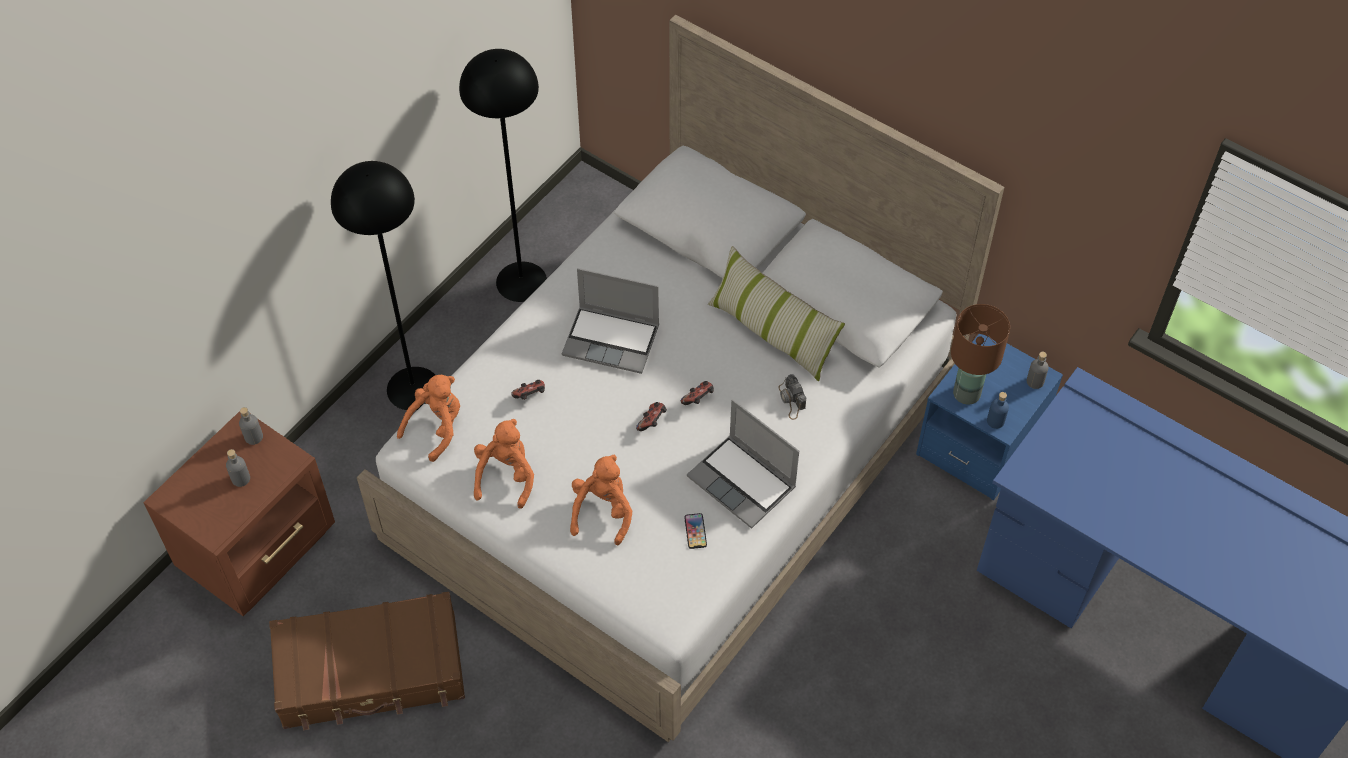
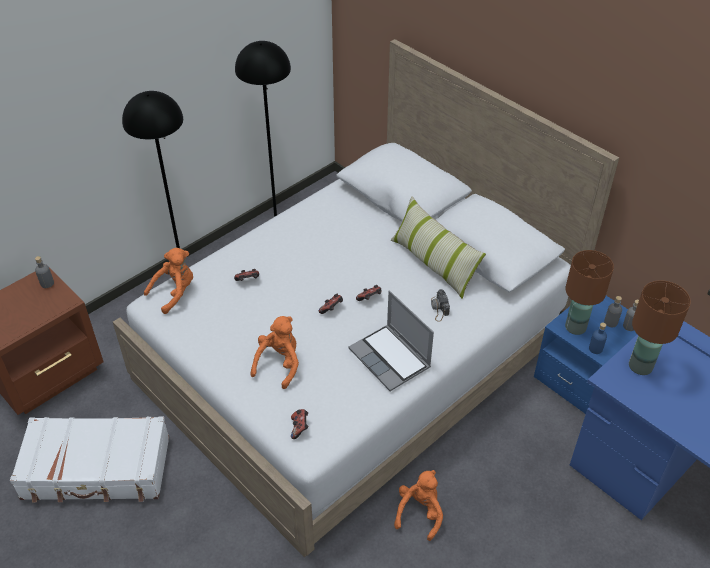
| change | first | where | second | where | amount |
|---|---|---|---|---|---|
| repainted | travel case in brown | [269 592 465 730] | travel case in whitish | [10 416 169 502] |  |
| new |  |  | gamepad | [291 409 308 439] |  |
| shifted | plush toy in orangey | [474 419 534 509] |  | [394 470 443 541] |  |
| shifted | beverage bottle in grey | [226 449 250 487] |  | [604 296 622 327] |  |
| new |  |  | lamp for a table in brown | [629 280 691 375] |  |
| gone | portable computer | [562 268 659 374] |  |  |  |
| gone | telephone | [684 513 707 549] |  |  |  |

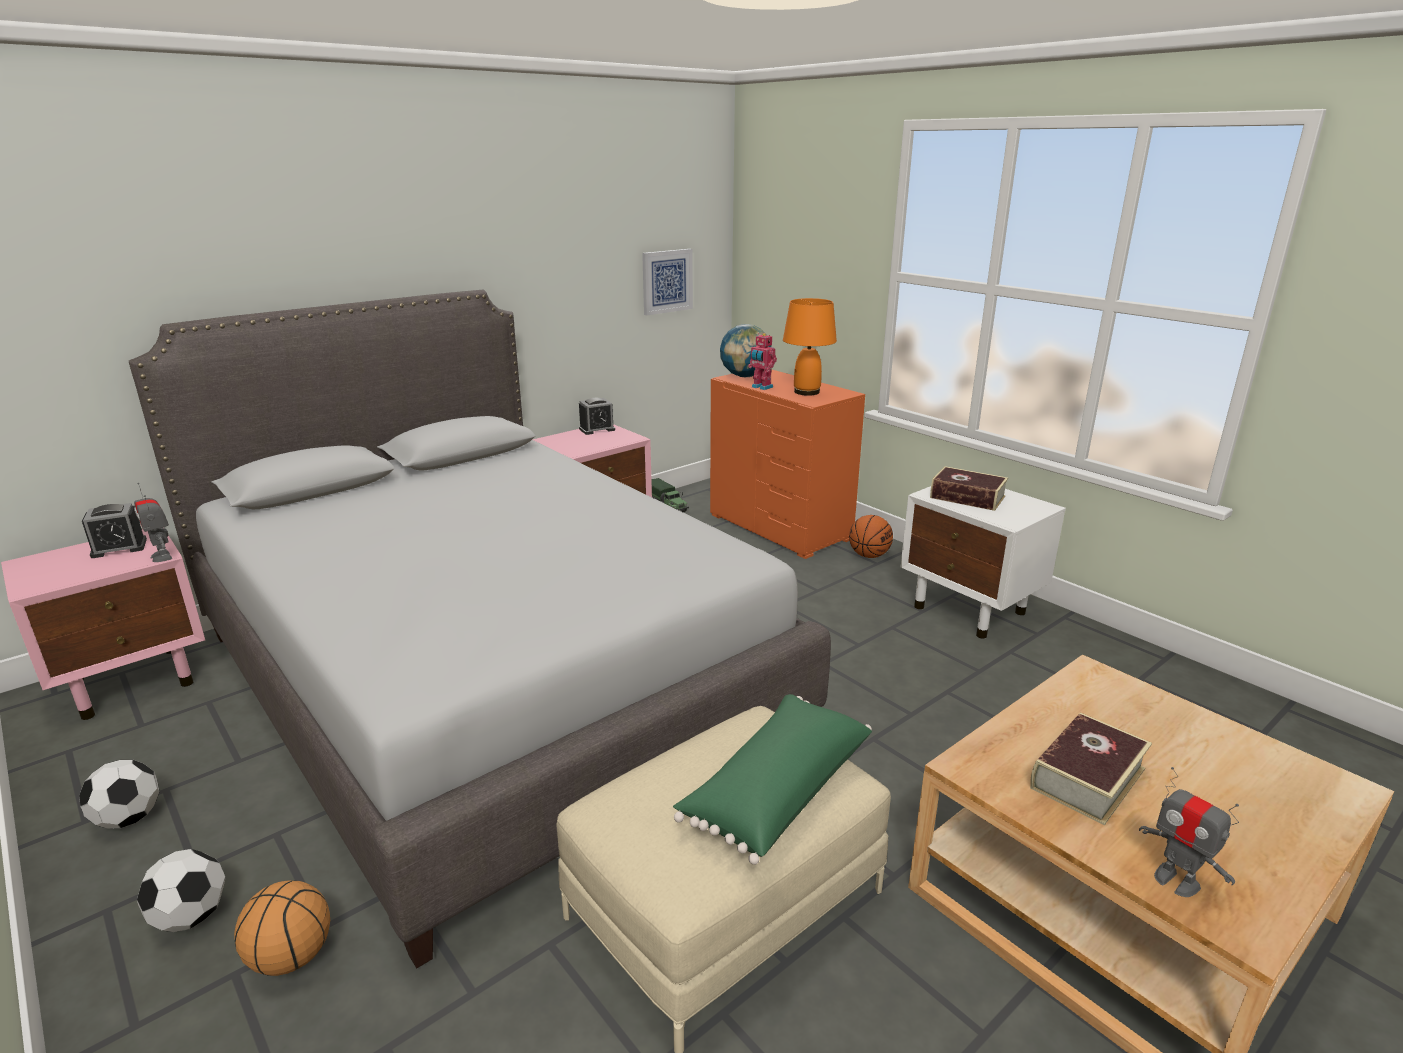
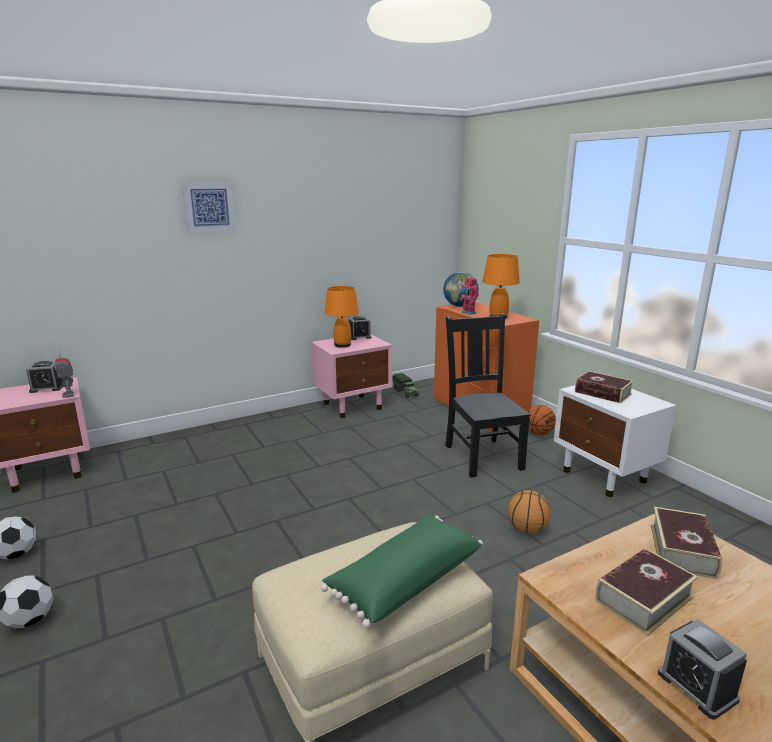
| change | first | where | second | where | amount |
|---|---|---|---|---|---|
| shifted | picture | [642 249 693 315] |  | [182 182 236 233] |  |
| new |  |  | lamp for a table in orangey | [325 286 359 348] |  |
| new |  |  | chair in blackish | [445 313 530 478] |  |
| shifted | basketball ball | [234 880 330 976] |  | [508 490 551 533] |  |
| new |  |  | book | [651 507 722 579] |  |
| swapped | model robot | [1139 767 1239 897] | table clock | [658 619 747 720] |  |
| gone | sleeping bed in grey | [129 290 831 969] |  |  |  |

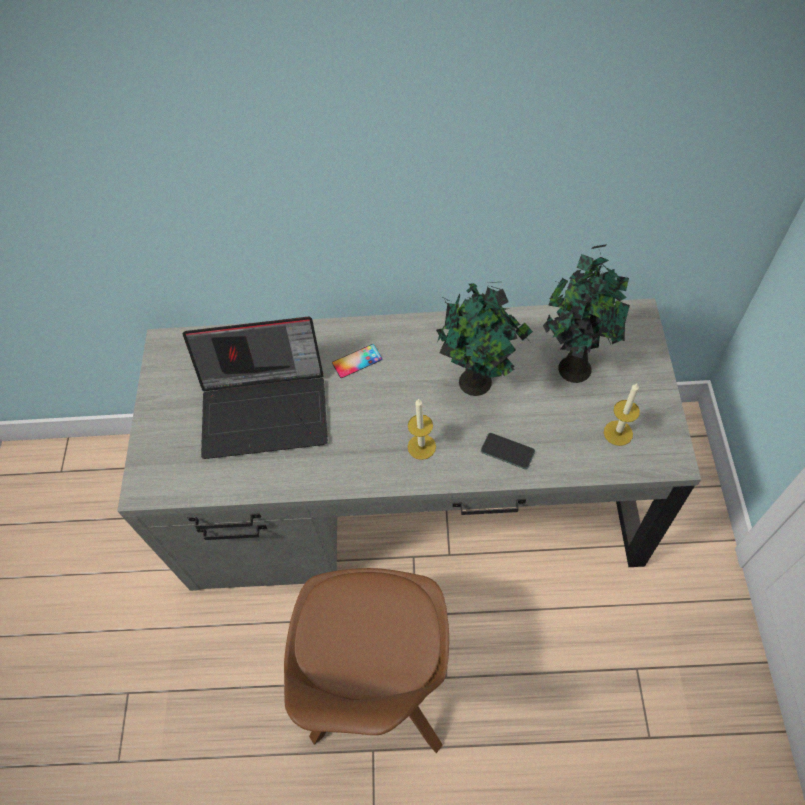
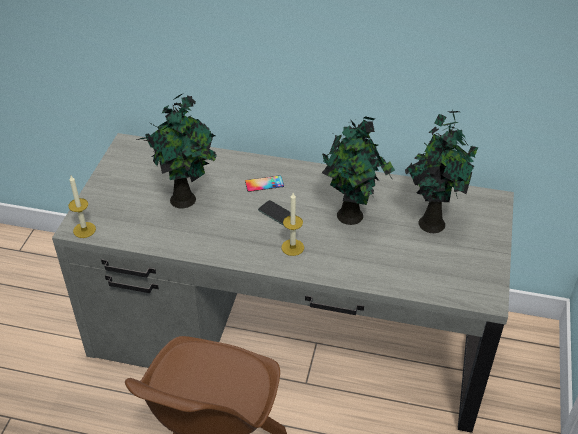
| change | first | where | second | where | amount |
|---|---|---|---|---|---|
| shifted | wax light | [604 383 640 446] |  | [68 176 96 238] |  |
| swapped | portable computer | [182 317 328 459] | houseplant | [136 94 217 208] |  |
| shifted | telephone | [481 433 535 469] |  | [258 200 297 226] |  |

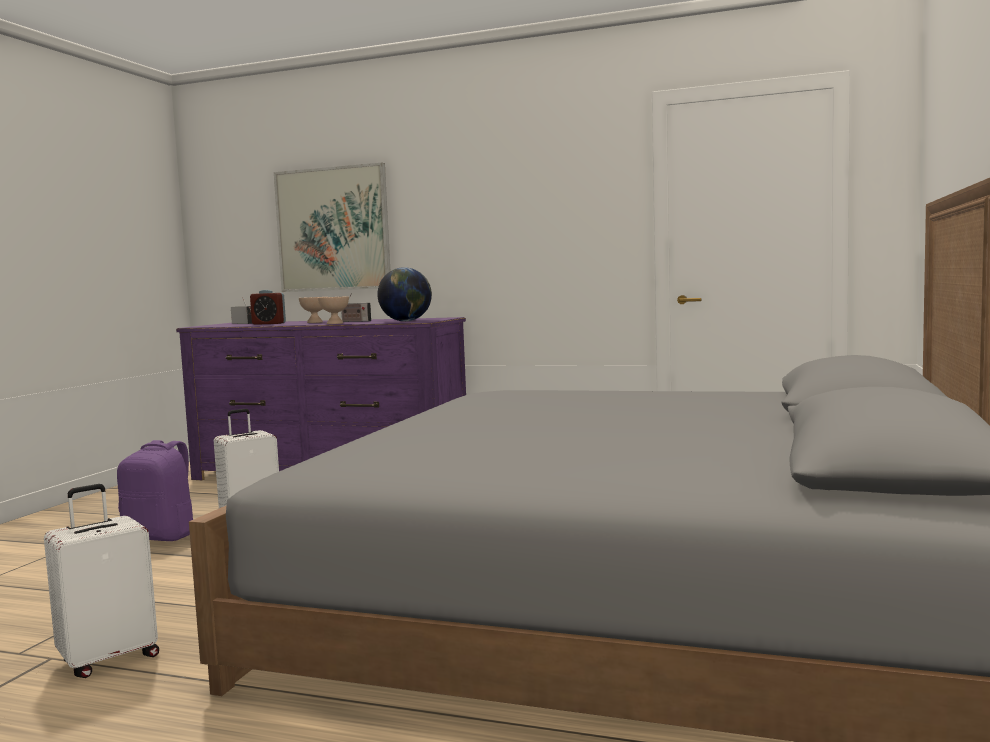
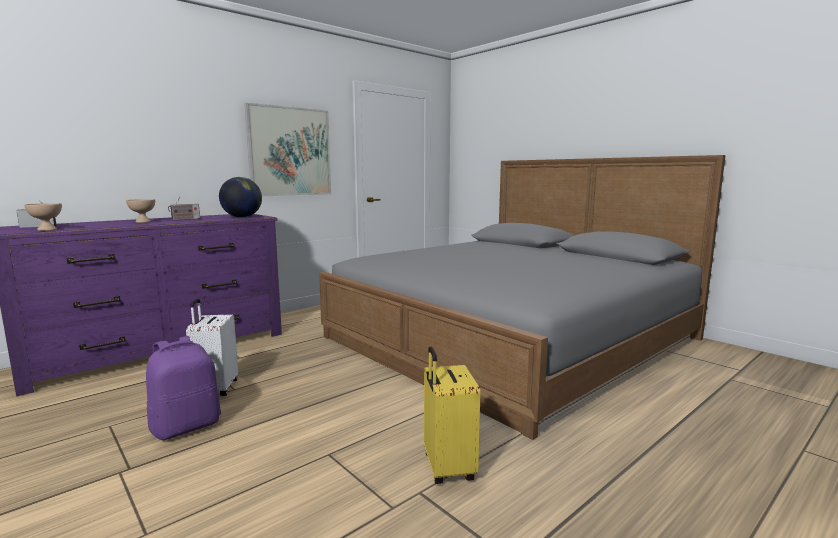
| change | first | where | second | where | amount |
|---|---|---|---|---|---|
| shifted | bowl in sand-coloured | [318 296 349 324] |  | [24 203 62 231] |  |
| shifted | picture | [274 163 390 292] |  | [245 103 331 196] |  |
| repainted | travel case in whitish | [44 484 159 678] | travel case in yellow | [424 347 481 484] |  |
| gone | table clock | [250 290 286 325] |  |  |  |

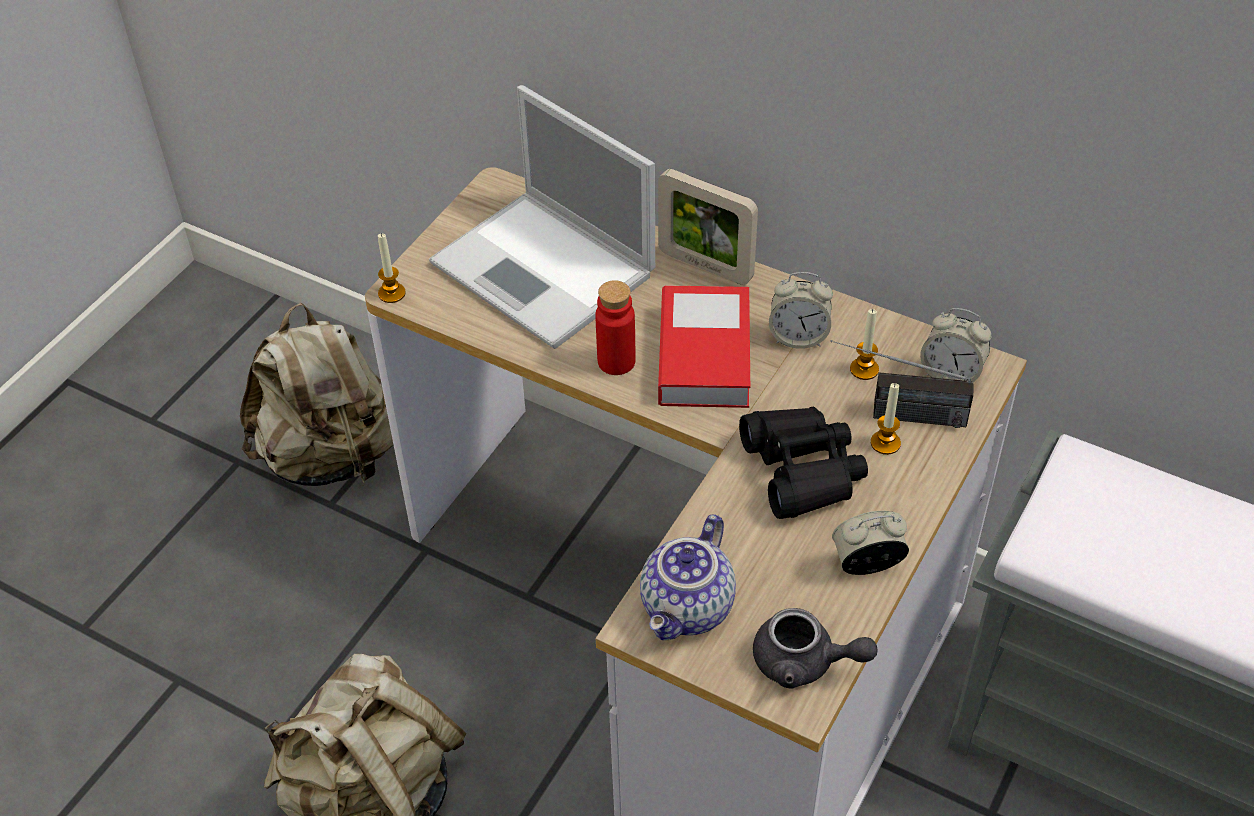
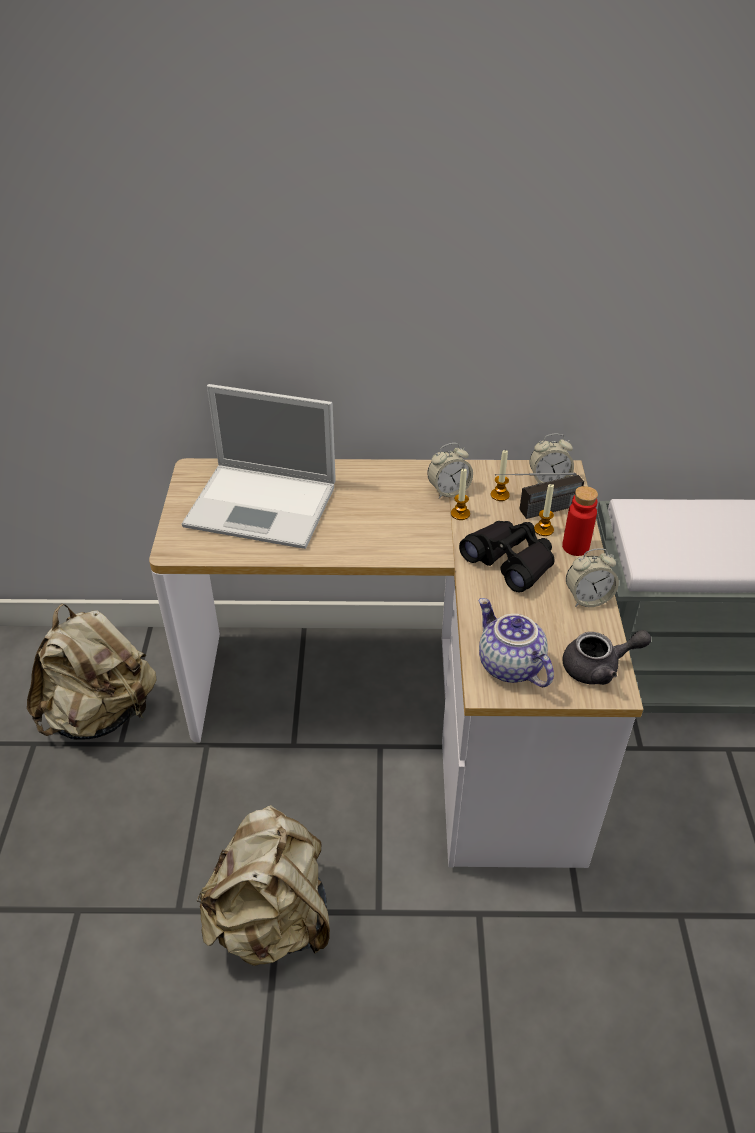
| change | first | where | second | where | amount |
|---|---|---|---|---|---|
| shifted | wax light | [378 233 406 303] |  | [451 469 470 520] |  |
| rotated | teapot | [640 514 736 640] |  | [479 598 554 687] | 150 degrees clockwise |
| shifted | beverage bottle in reddish | [595 280 636 375] |  | [562 486 598 556] |  |
| rotated | table clock | [832 511 909 575] |  | [566 548 619 607] | 150 degrees counterclockwise |
| gone | picture frame | [658 169 758 285] |  |  |  |
| gone | book | [658 285 750 408] |  |  |  |

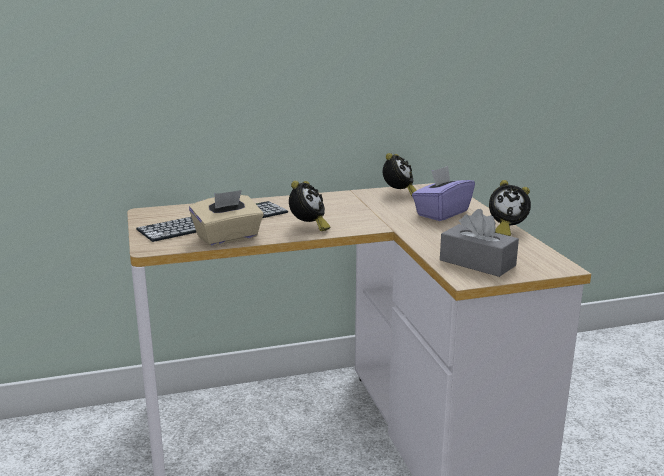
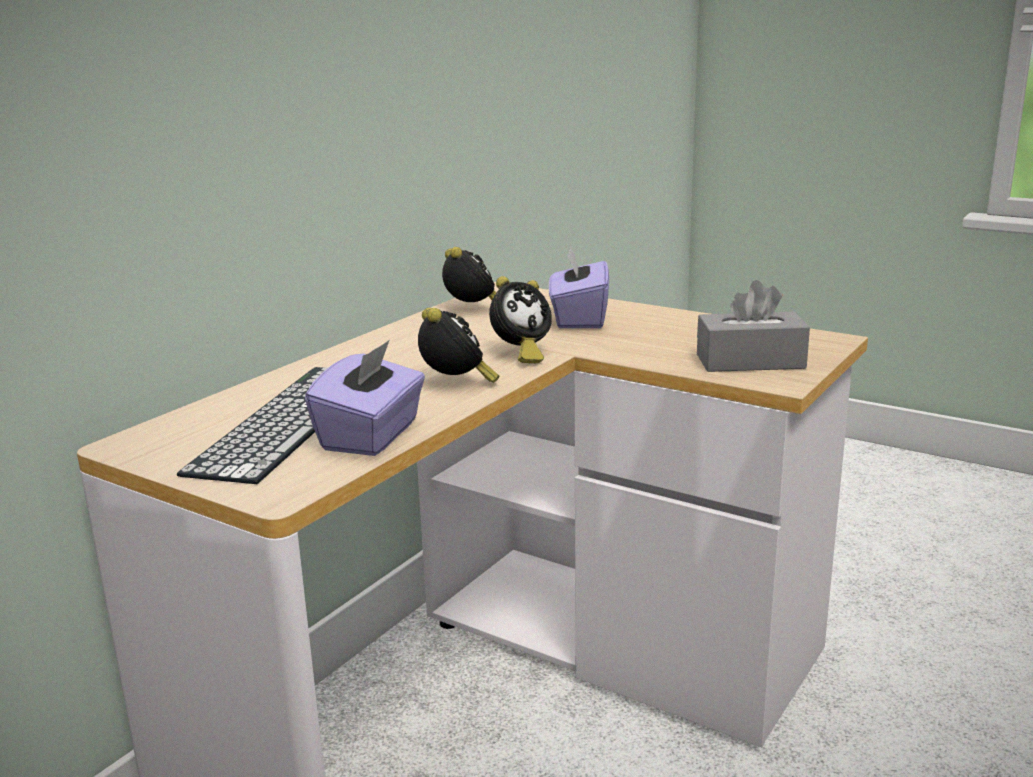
| change | first | where | second | where | amount |
|---|---|---|---|---|---|
| repainted | box of tissues in sand-coloured | [189 190 264 246] | box of tissues in purplish | [305 340 425 456] |  |
| shifted | table clock | [489 180 531 236] |  | [489 276 552 363] |  |

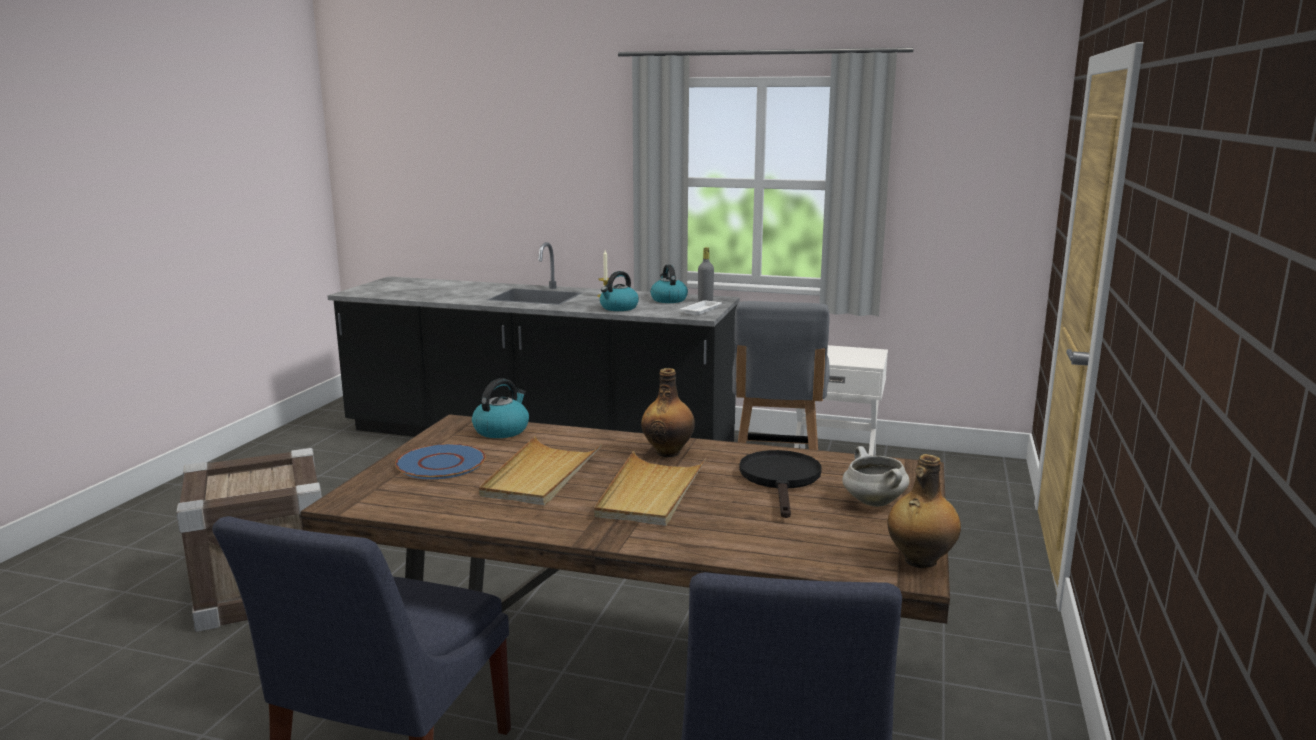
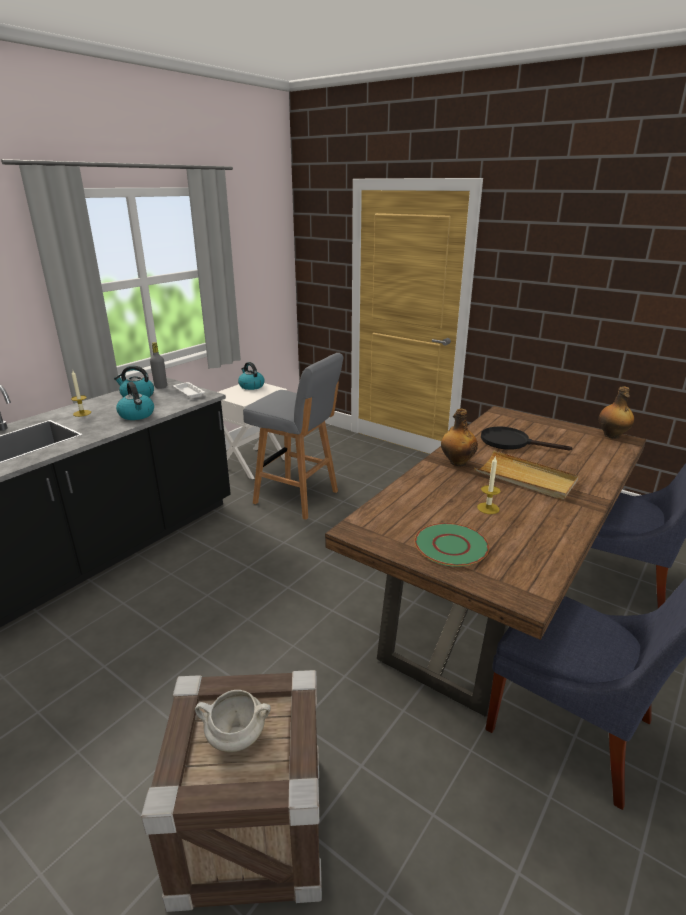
| change | first | where | second | where | amount |
|---|---|---|---|---|---|
| shifted | stockpot in whitish | [842 446 910 507] |  | [195 690 271 752] |  |
| shifted | water kettle | [472 378 529 438] |  | [238 362 265 390] |  |
| repainted | dinner plate in blue-coloured | [395 444 486 479] | dinner plate in greenish | [415 523 489 567] |  |
| swapped | tray in sand-coloured | [479 436 602 506] | wax light | [477 457 500 514] |  |

